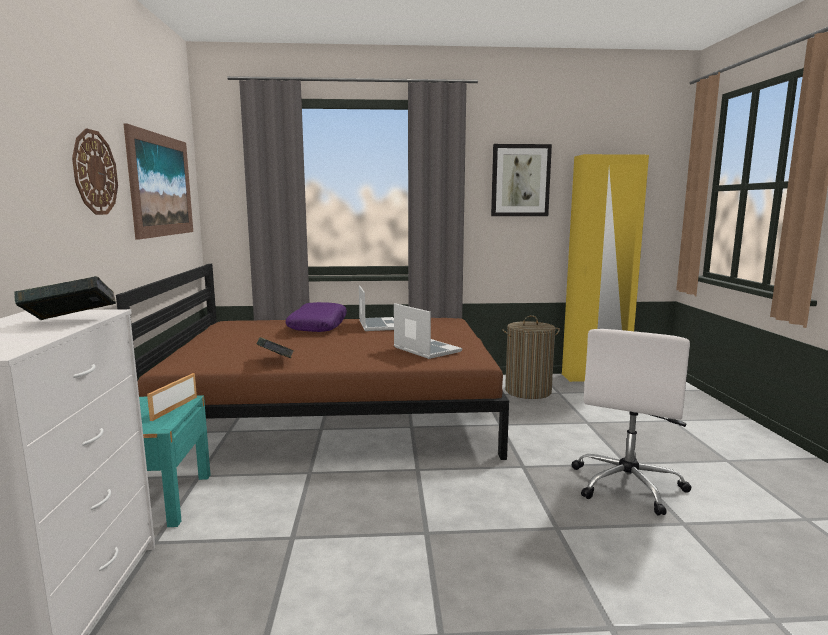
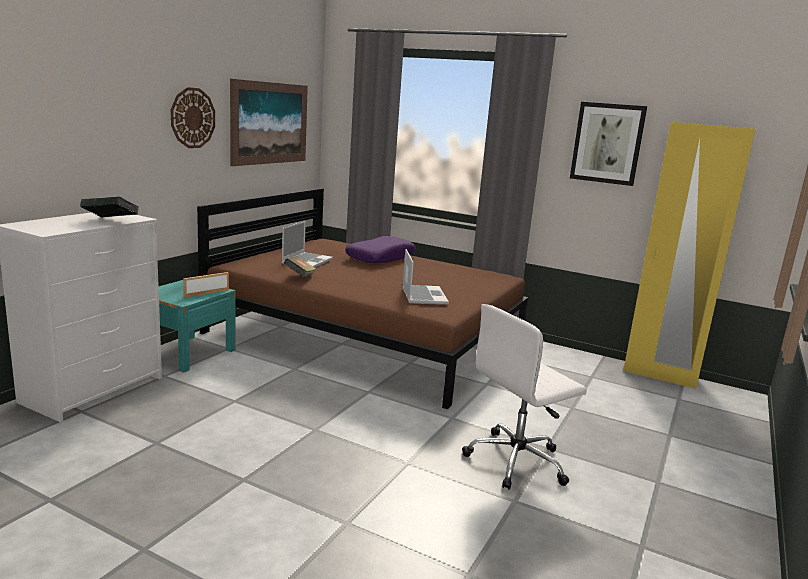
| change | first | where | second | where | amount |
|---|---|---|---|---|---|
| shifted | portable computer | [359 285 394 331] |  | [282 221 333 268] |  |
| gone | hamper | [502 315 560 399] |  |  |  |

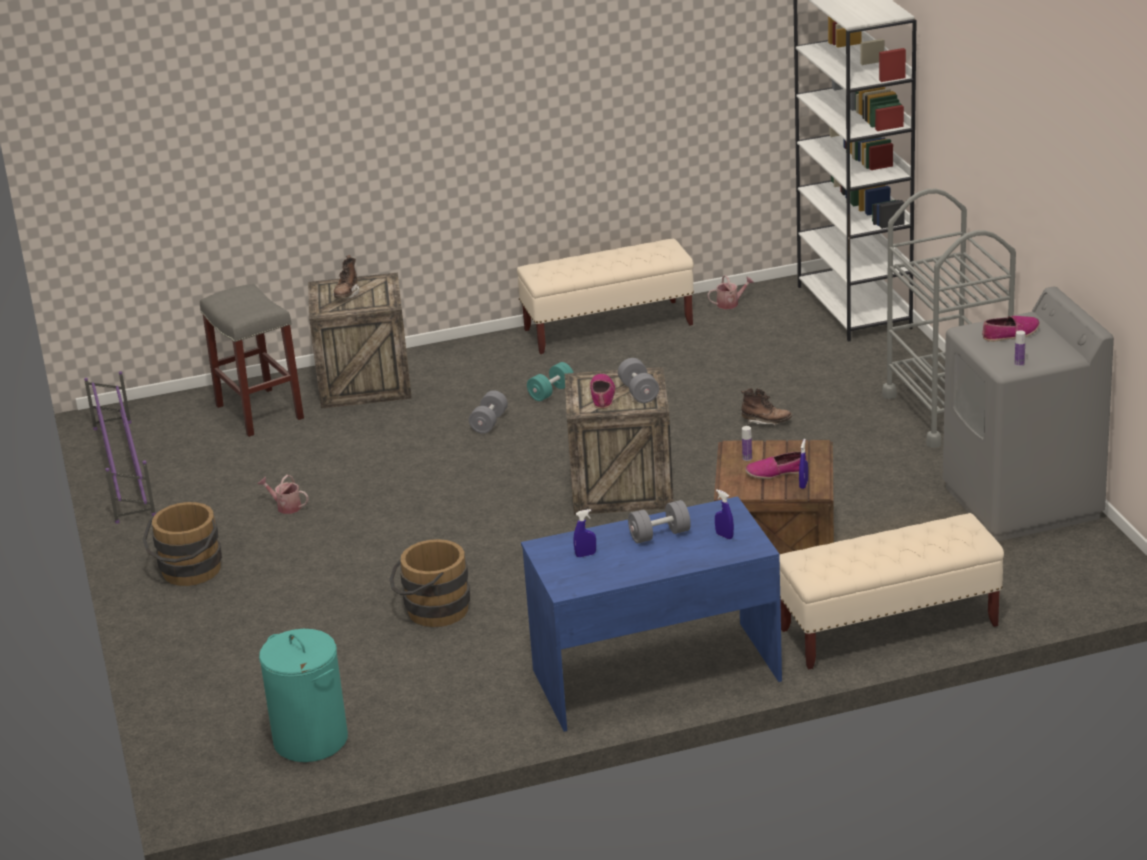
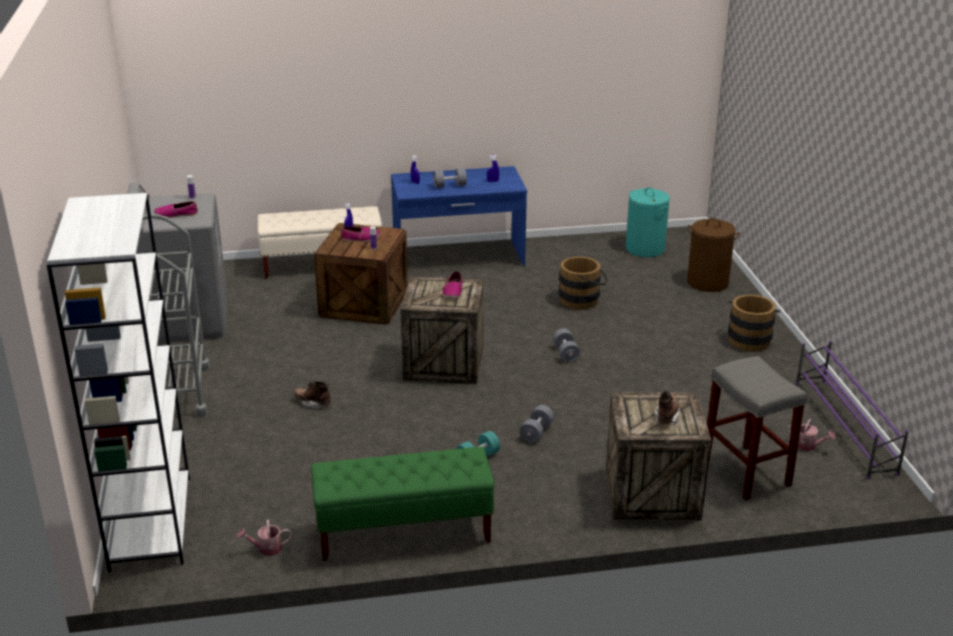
| change | first | where | second | where | amount |
|---|---|---|---|---|---|
| repainted | long seat in sand-coloured | [517 239 694 354] | long seat in greenish | [311 447 495 561] |  |
| shifted | hand weight in grey | [618 358 659 403] |  | [553 329 580 362] |  |
| new |  |  | hamper in brown | [687 218 741 292] |  |
| shifted | sprinkling can | [258 475 309 514] |  | [788 419 835 451] |  |

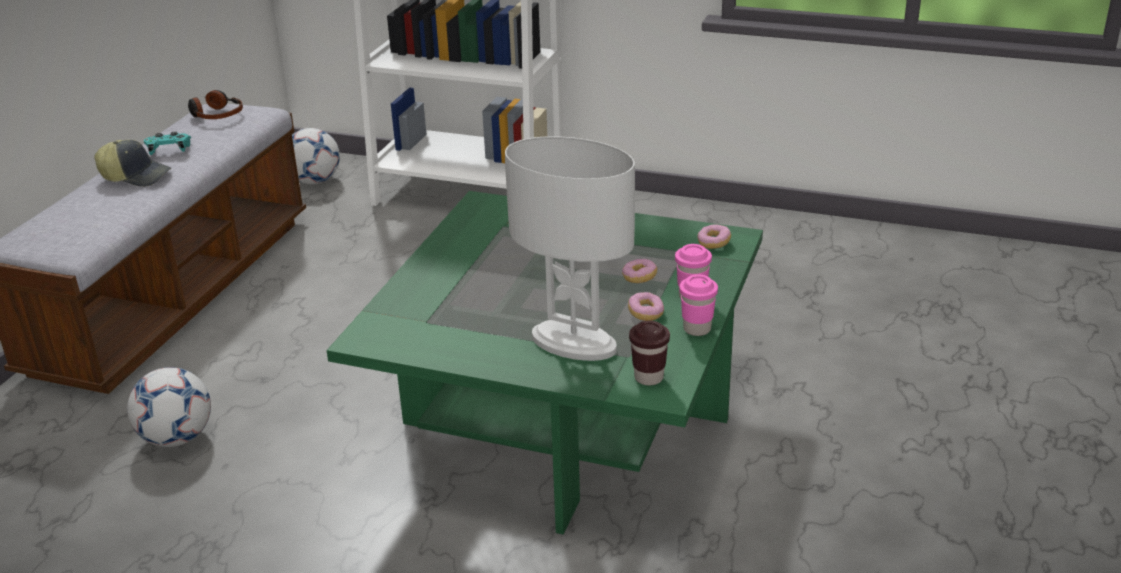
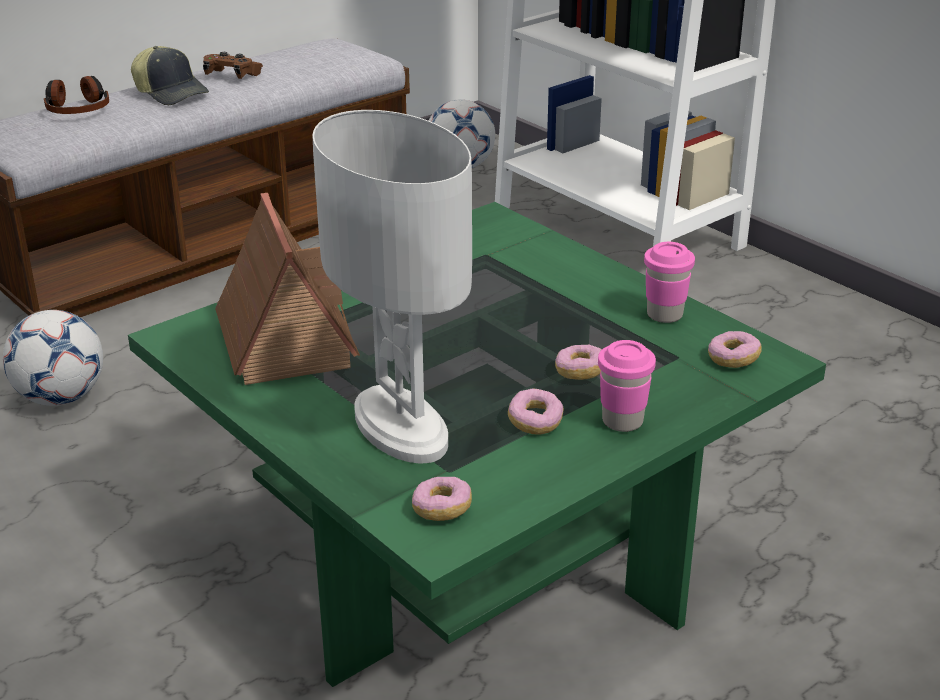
| change | first | where | second | where | amount |
|---|---|---|---|---|---|
| shifted | headset | [188 90 243 119] |  | [44 76 109 114] |  |
| repainted | gamepad in turquoise | [144 131 191 155] | gamepad in brown | [203 52 263 79] |  |
| new |  |  | toy house | [215 193 360 385] |  |
| swapped | cup in brown | [629 320 670 385] | ring doughnut | [412 477 472 521] |  |
| shifted | cup in pink | [679 274 718 336] |  | [644 242 695 323] |  |

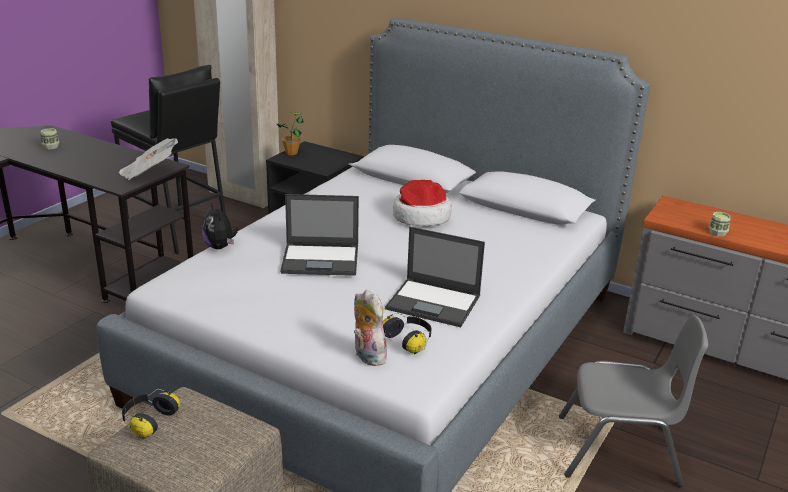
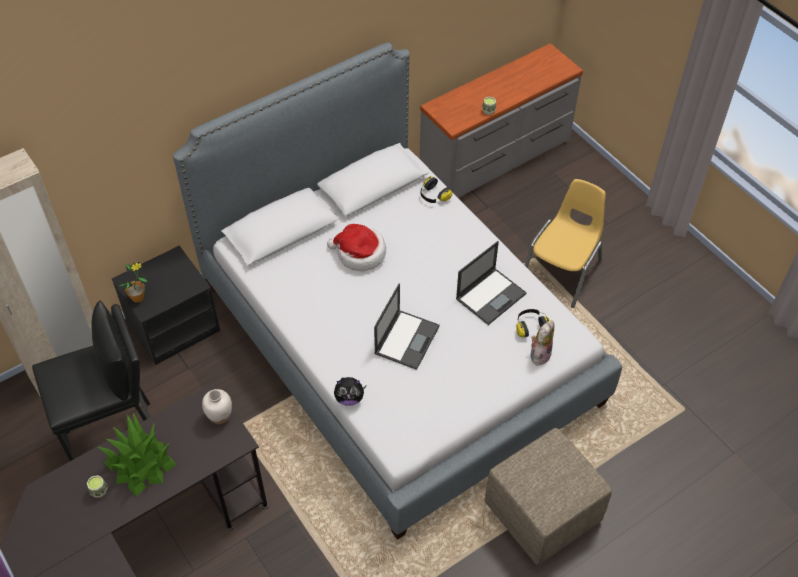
| change | first | where | second | where | amount |
|---|---|---|---|---|---|
| new |  |  | houseplant | [98 413 177 496] |  |
| swapped | newspaper | [119 138 178 180] | flower vase in whitish | [202 389 232 424] |  |
| shifted | headset | [122 389 180 439] |  | [421 176 452 204] |  |
| repainted | chair in grey | [559 315 708 487] | chair in yellow | [525 179 606 308] |  |
| rotated | plush toy | [354 289 387 366] |  | [531 321 554 366] | 135 degrees clockwise |

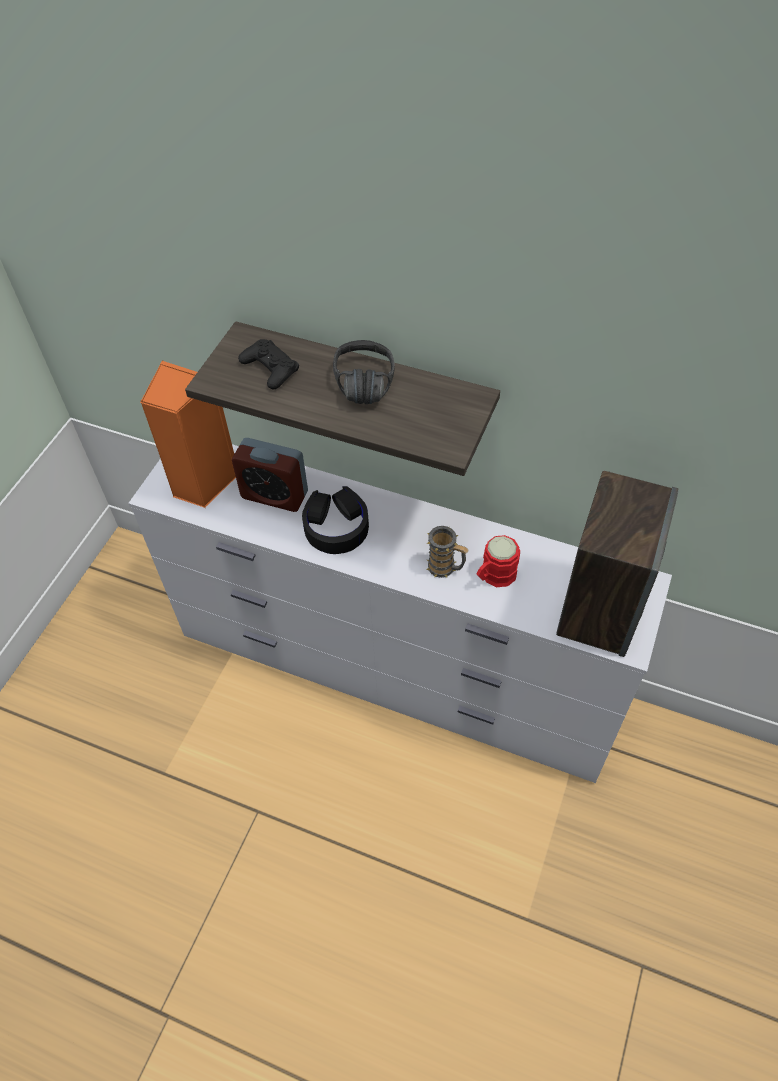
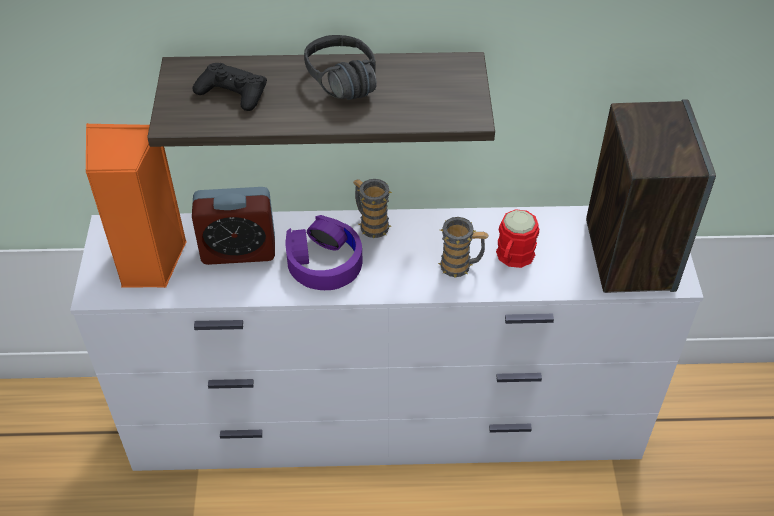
| change | first | where | second | where | amount |
|---|---|---|---|---|---|
| repainted | headset in blackish | [302 486 369 554] | headset in purplish | [285 215 363 290] |  |
| new |  |  | tea mug | [353 179 392 238] |  |

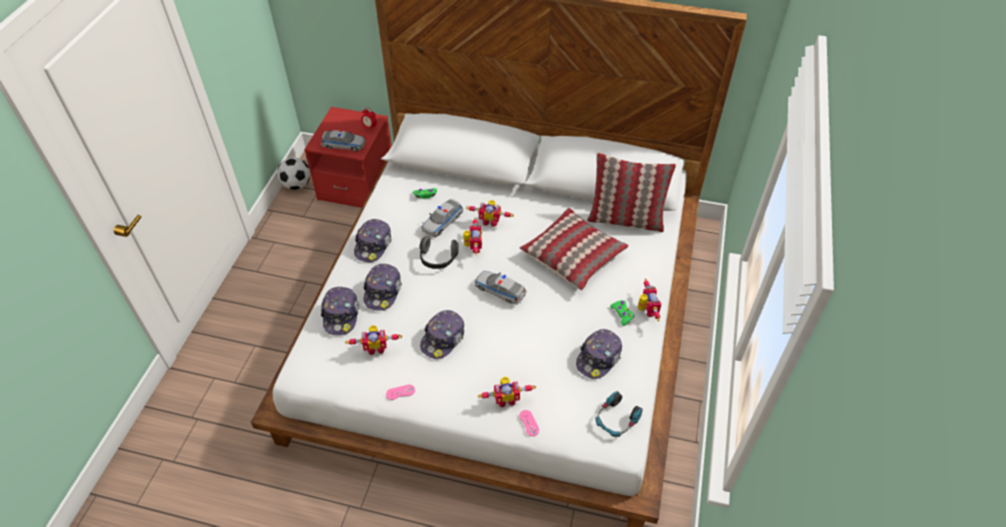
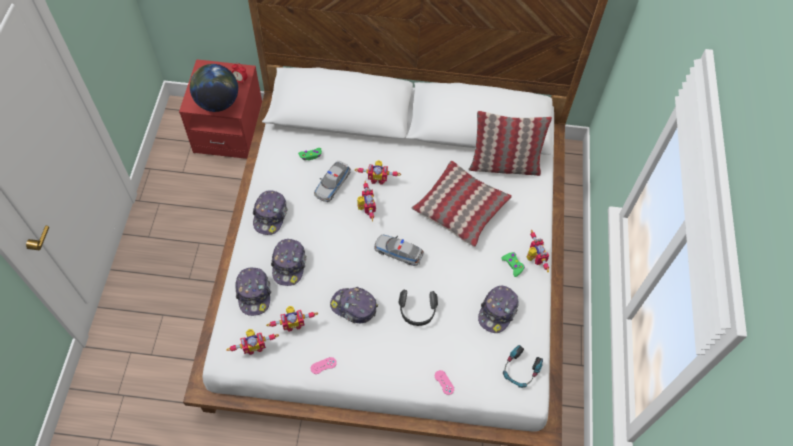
| change | first | where | second | where | amount |
|---|---|---|---|---|---|
| swapped | toy car | [321 129 366 152] | desk globe | [190 64 238 112] |  |
| shifted | model robot | [478 377 536 407] |  | [226 329 279 355] |  |
| rotated | baseball cap | [420 310 464 359] |  | [330 287 378 324] | 90 degrees clockwise |
| shifted | headset | [419 236 459 269] |  | [398 289 438 326] |  |
| gone | ball for football | [277 157 311 190] |  |  |  |

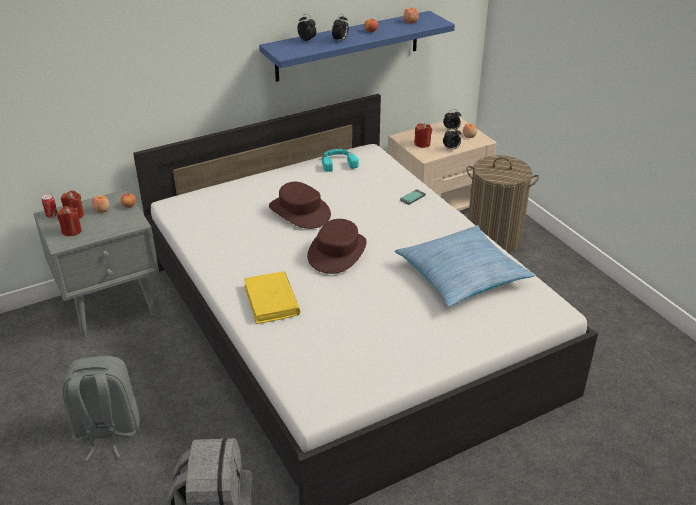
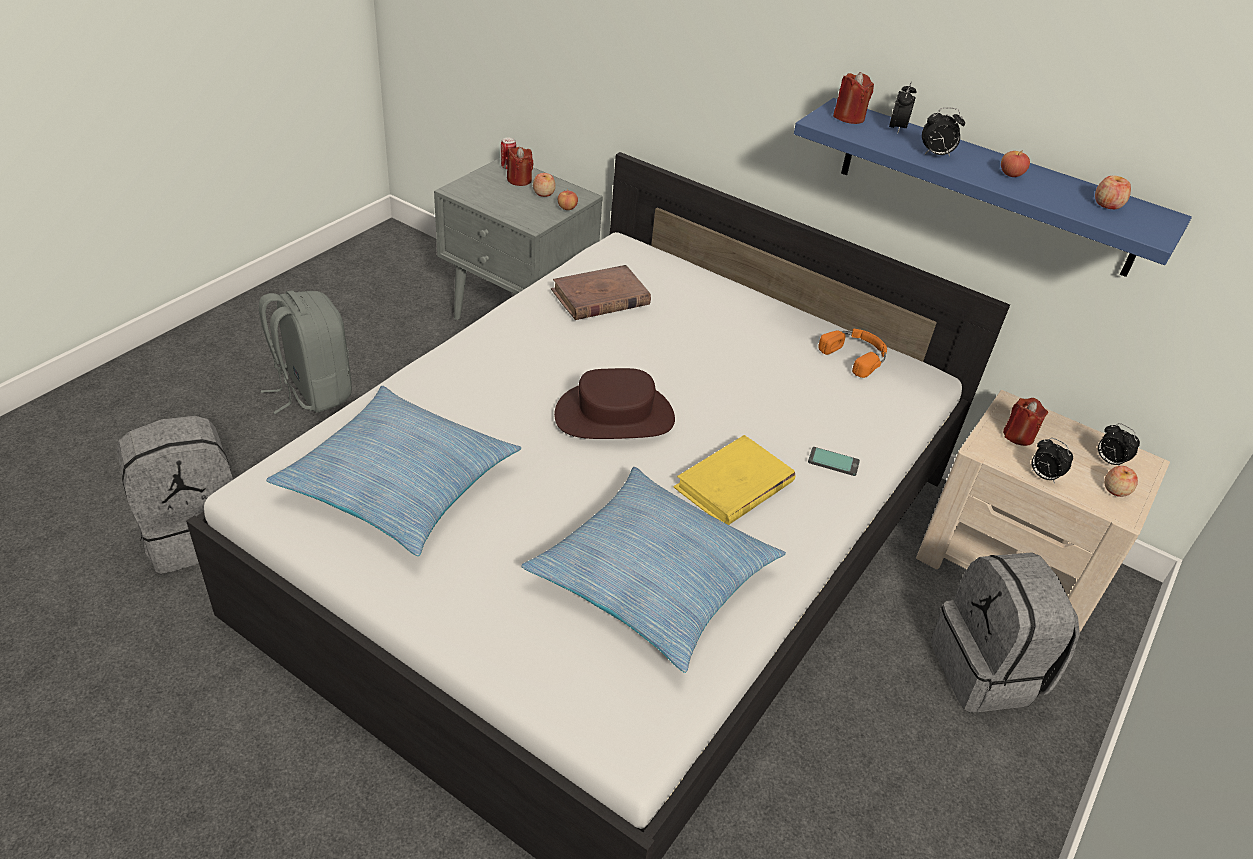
| change | first | where | second | where | amount |
|---|---|---|---|---|---|
| new |  |  | cushion | [266 386 521 556] |  |
| new |  |  | book in brown | [551 265 651 320] |  |
| shifted | book in yellow | [244 271 300 324] |  | [674 435 795 525] |  |
| repainted | headset in turquoise | [322 149 359 172] | headset in orangey | [818 329 887 378] |  |
| shifted | wax light in reddish | [57 206 82 236] |  | [833 72 874 124] |  |
| swapped | hamper | [466 155 539 253] | rucksack in grey | [930 552 1080 713] |  |
| gone | wearable hat in brown | [269 182 331 229] |  |  |  |

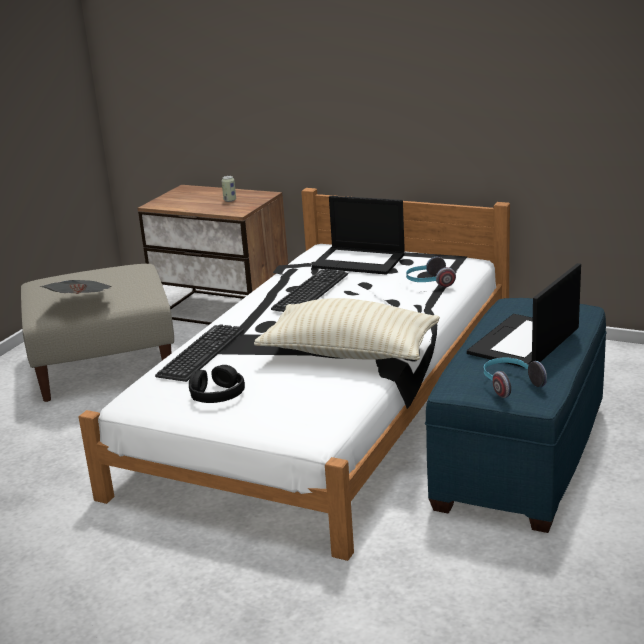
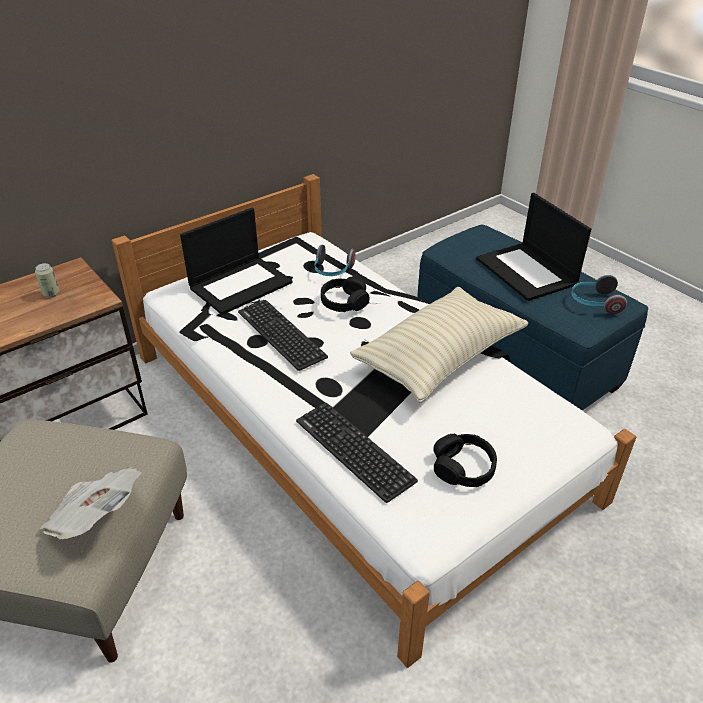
| change | first | where | second | where | amount |
|---|---|---|---|---|---|
| new |  |  | headset in blackish | [321 277 369 312] |  |

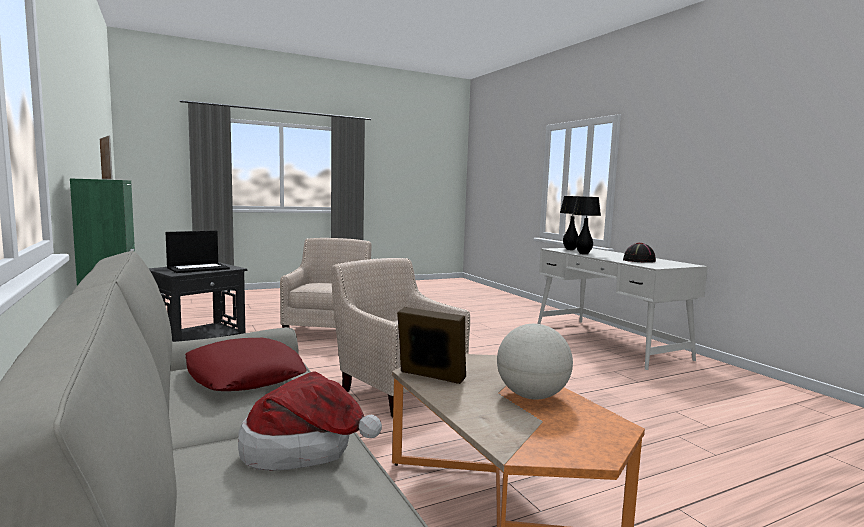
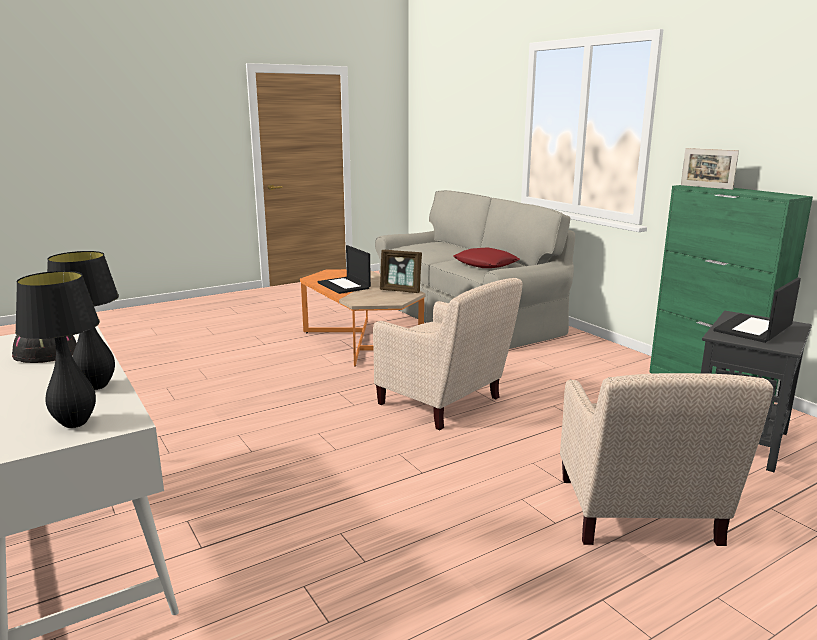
| change | first | where | second | where | amount |
|---|---|---|---|---|---|
| swapped | desk globe | [497 324 573 400] | portable computer | [317 245 371 294] |  |
| gone | wearable hat | [238 371 382 471] |  |  |  |

